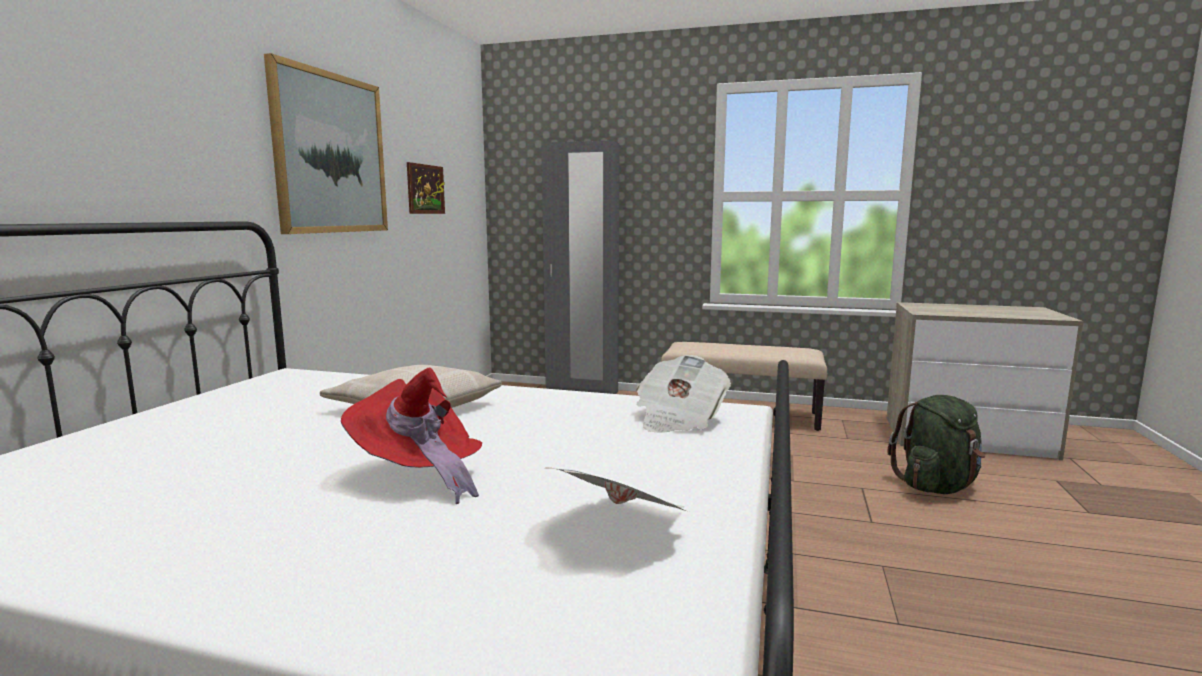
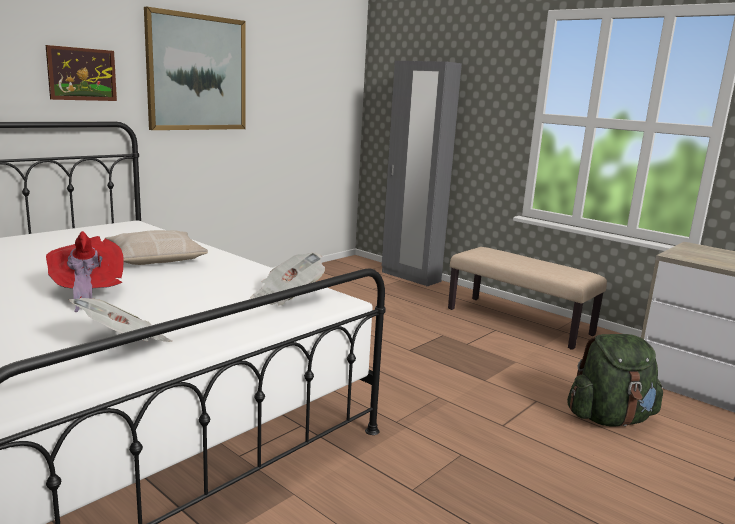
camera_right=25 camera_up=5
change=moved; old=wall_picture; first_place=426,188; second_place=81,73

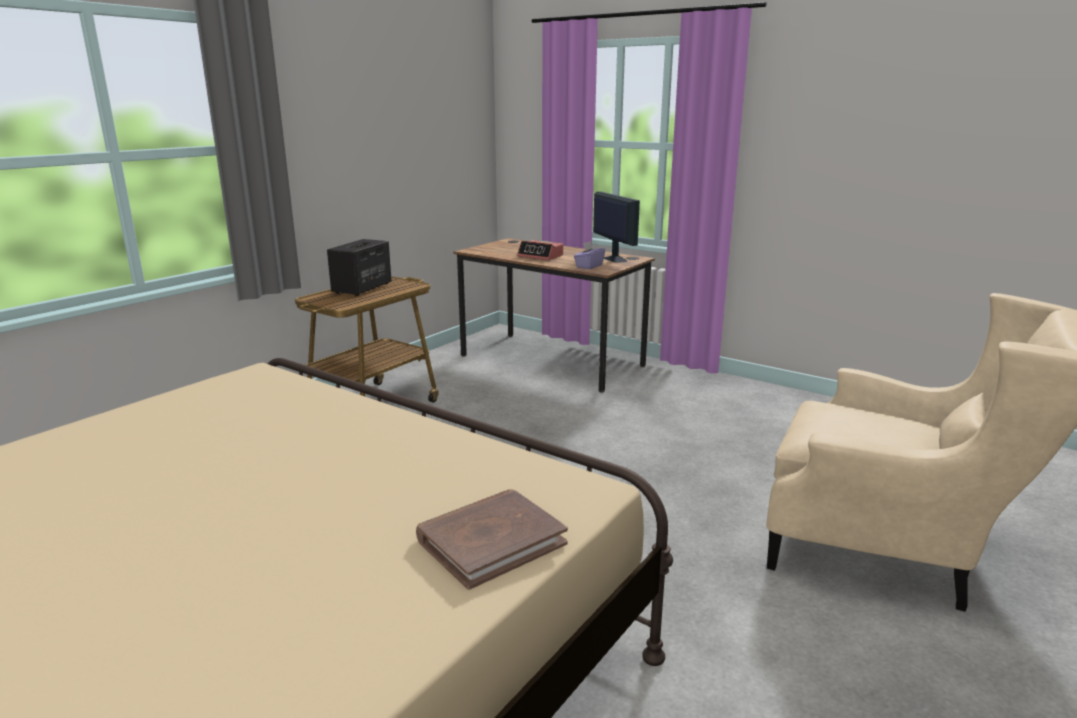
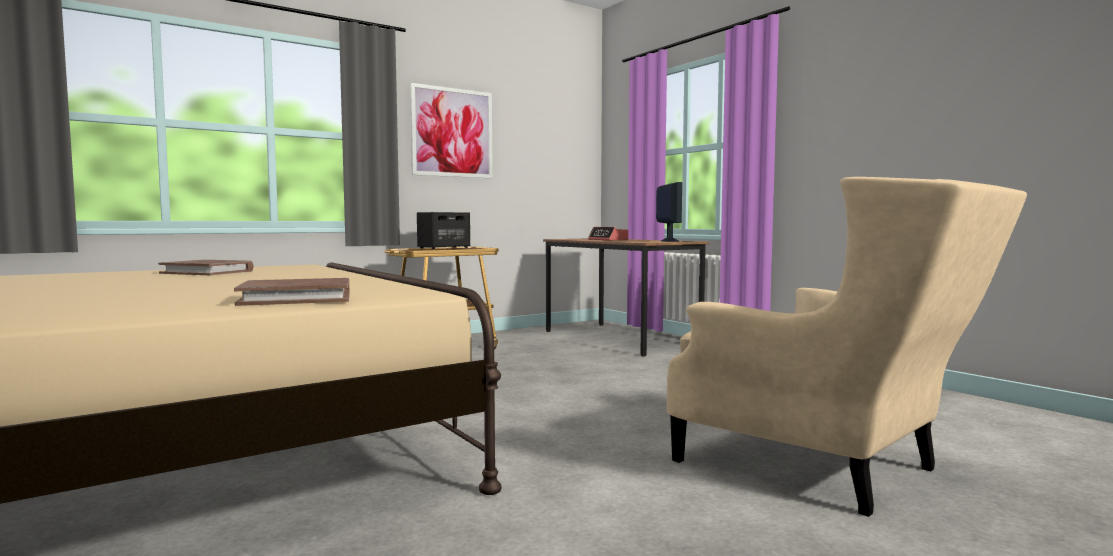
camera_right=20 camera_up=-15
change=added; new=brownish_volume; second_place=206,267
change=added; new=wall_picture; second_place=451,130
change=removed; old=purple_tissue_holder; first_place=589,255

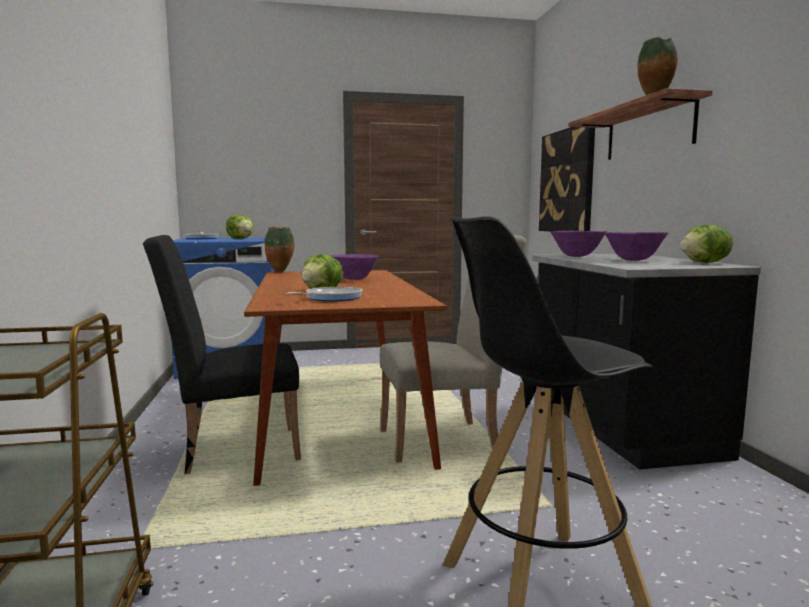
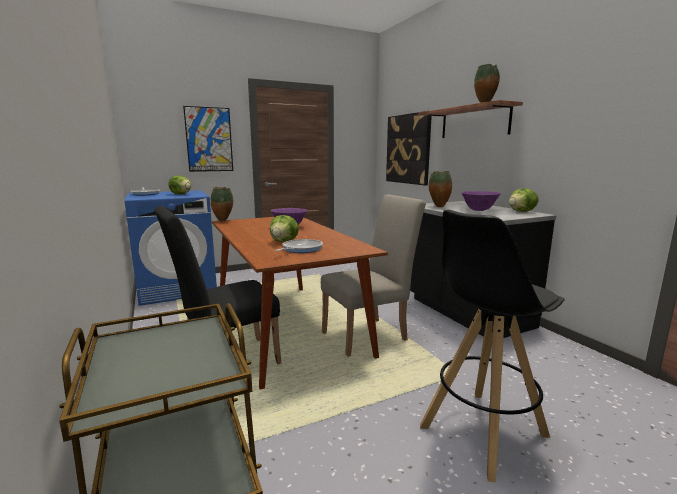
camera_right=-15 camera_up=5
change=added; new=wall_picture; second_place=208,139
change=replaced; old=purple_serving_bowl; new=flower_vase; first_place=578,244; second_place=440,189

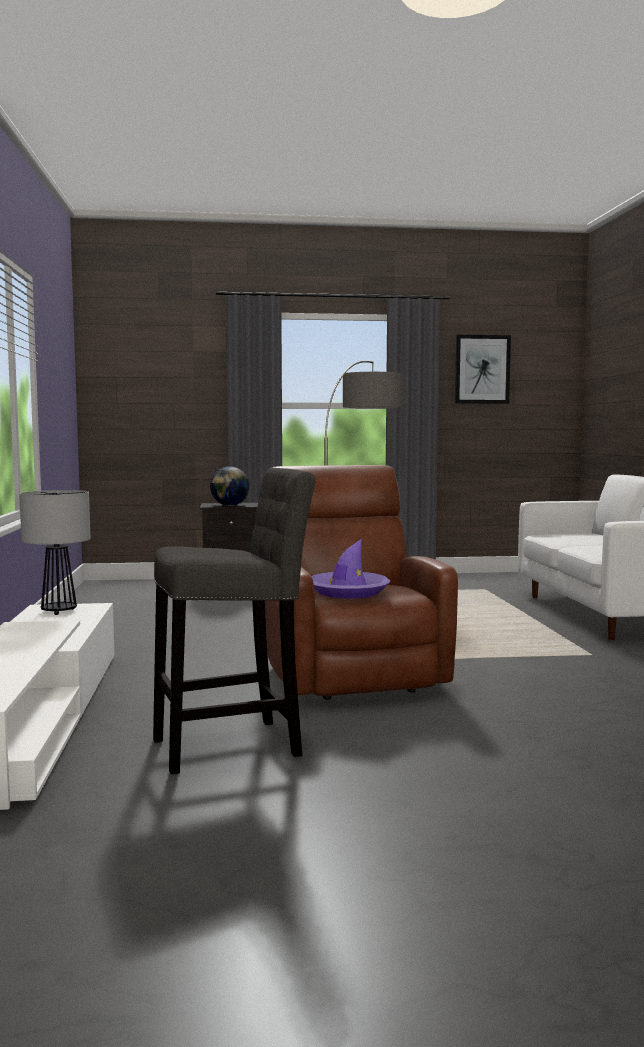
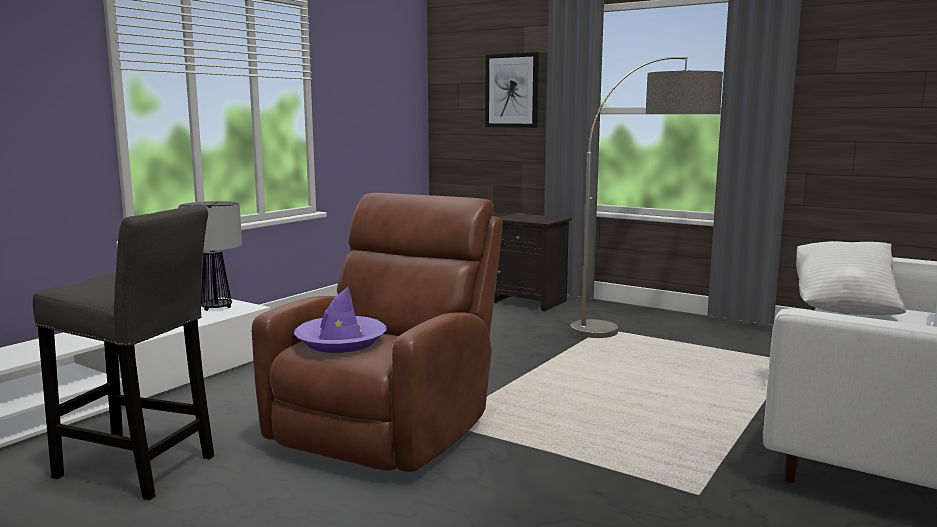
camera_right=40 camera_up=5
change=moved; old=wall_picture; first_place=483,369; second_place=512,90
change=added; new=white-coloured_throw_pillow; second_place=851,278
change=removed; old=world_globe; first_place=230,486

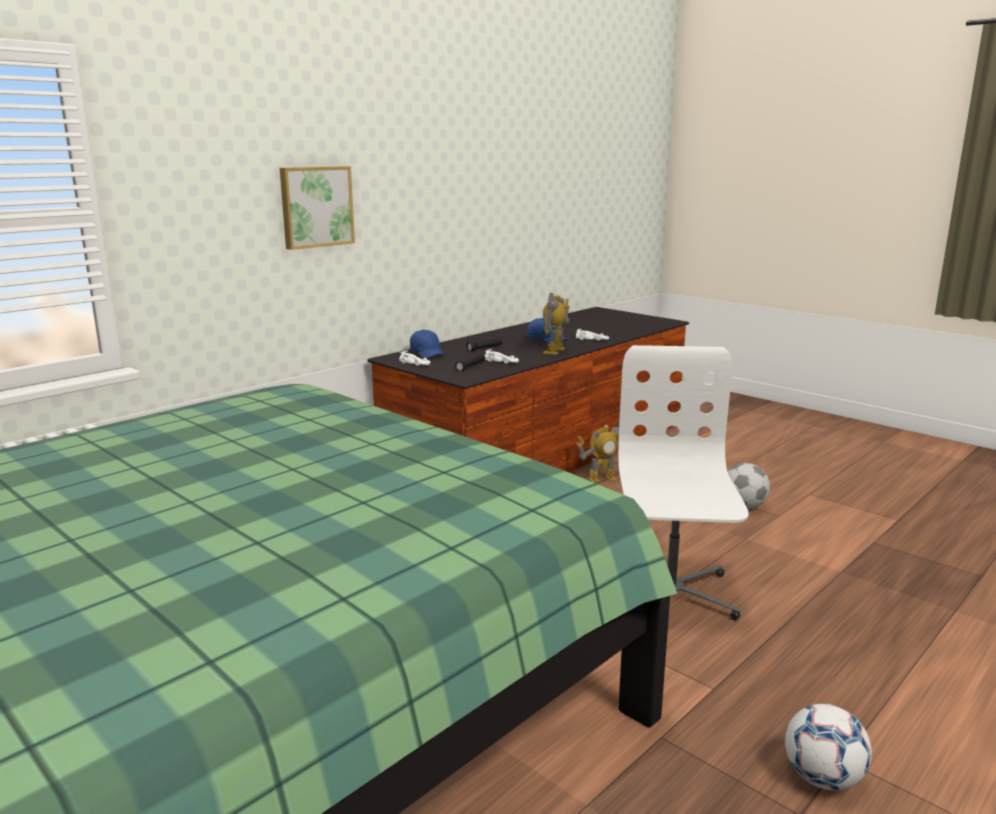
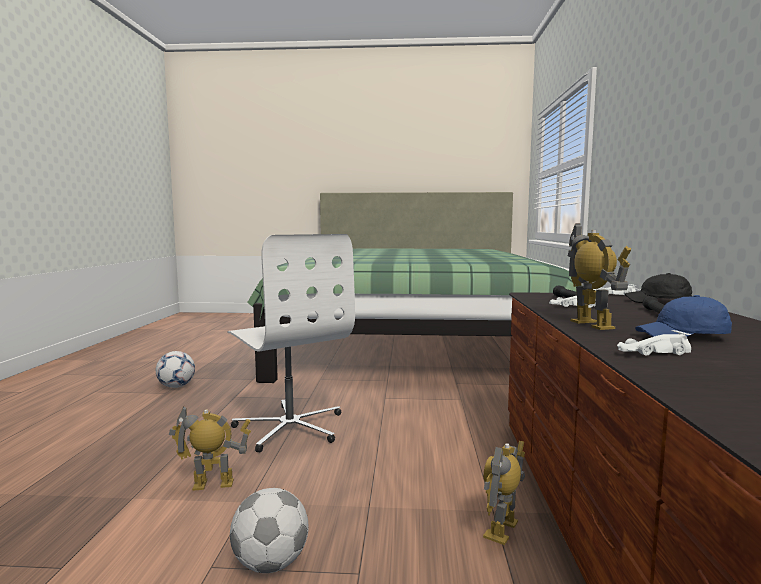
camera_right=140 camera_up=-10
change=added; new=robot_figure; second_place=210,448
change=recoloured; old=blue_peaked_cap; new=black-coloured_peaked_cap; first_place=427,344; second_place=659,288
change=removed; old=wall_picture; first_place=317,208

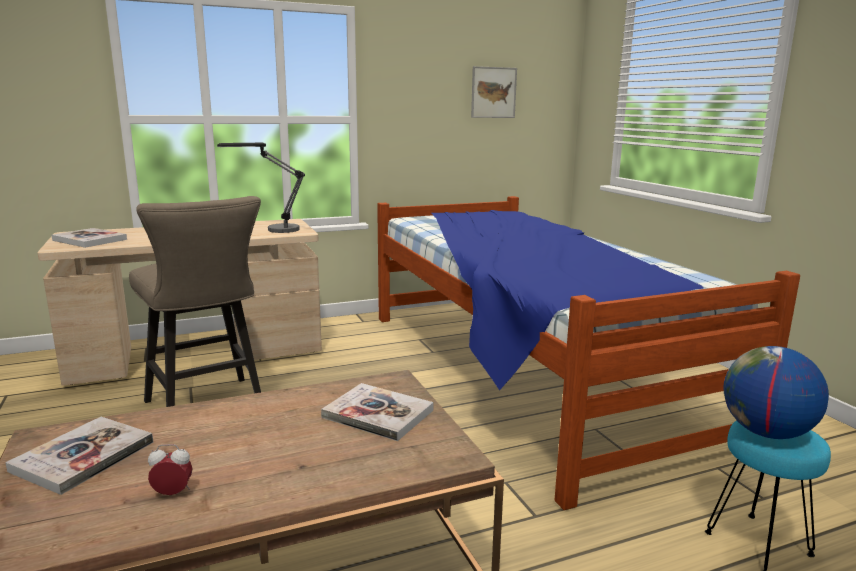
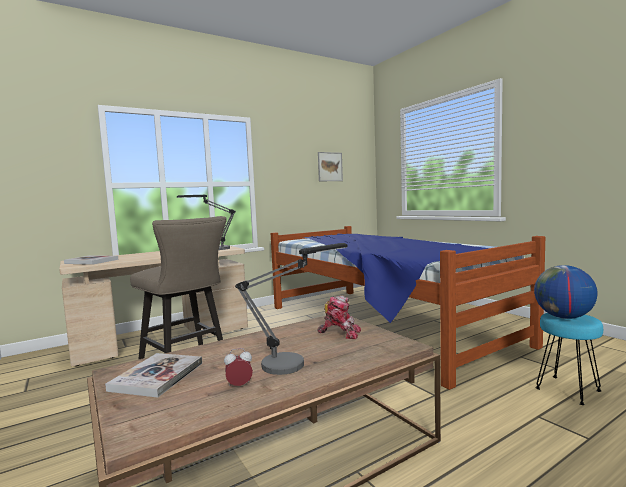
camera_right=-10 camera_up=-10
change=added; new=tabletop_lamp; second_place=291,309
change=replaced; old=volume; new=robot_figure; first_place=377,412; second_place=339,317

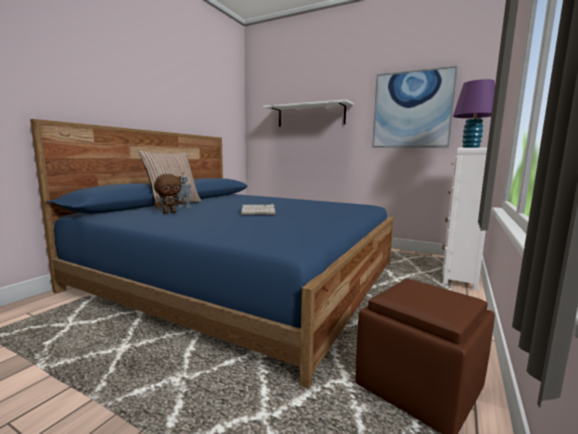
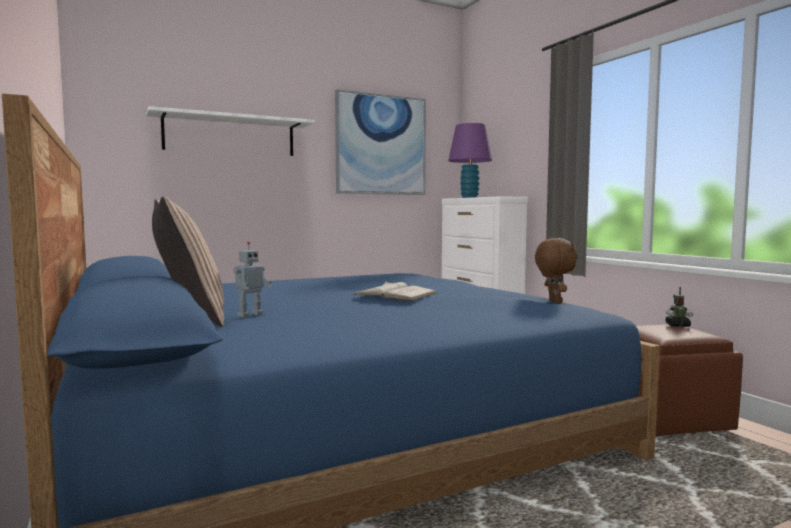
camera_right=-55 camera_up=-5
change=moved; old=brownish_plush_toy; first_place=168,194; second_place=556,270
change=added; new=robot_figure; second_place=679,307

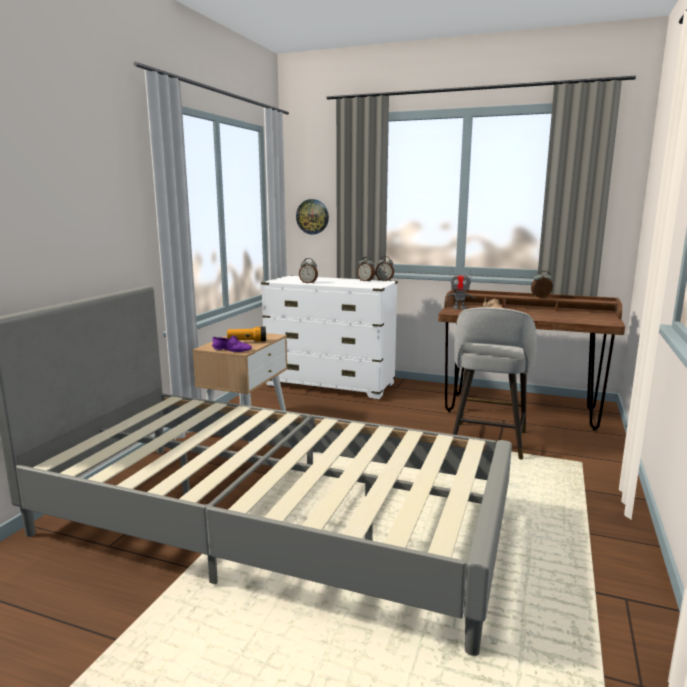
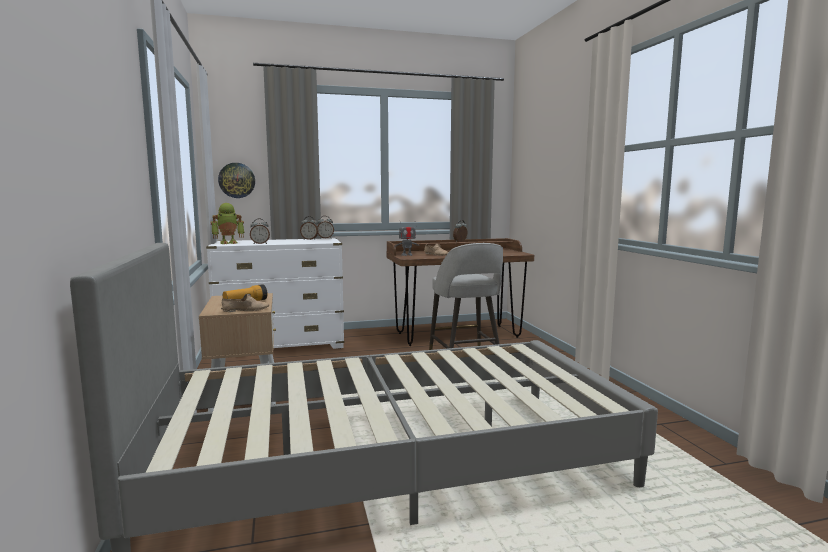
camera_right=-35 camera_up=-5
change=added; new=robot_figure; second_place=227,223
change=recoloured; old=purple_low_shoe; new=sand-coloured_low_shoe; first_place=232,343; second_place=245,303

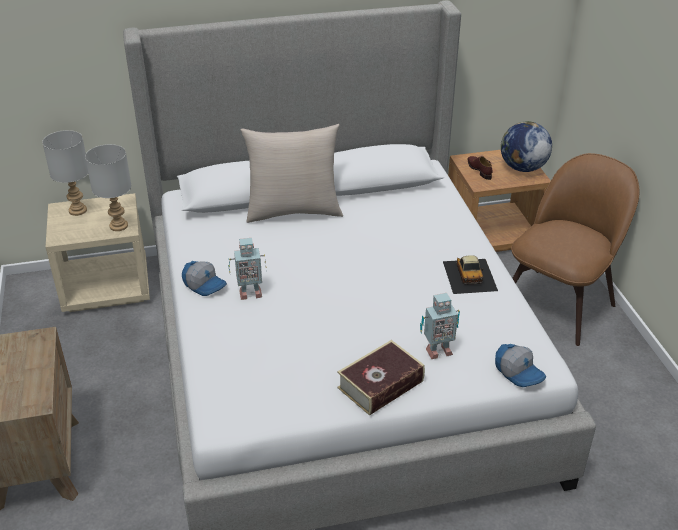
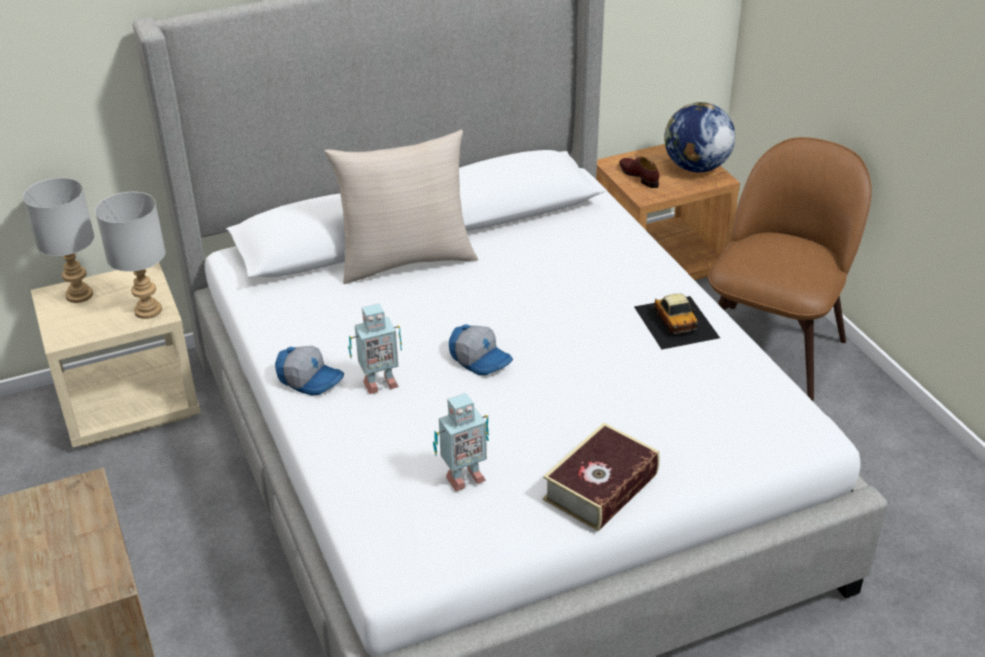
camera_right=-10 camera_up=0
change=moved; old=robot_figure; first_place=440,326; second_place=461,442
change=moved; old=peaked_cap; first_place=520,365; second_place=481,349

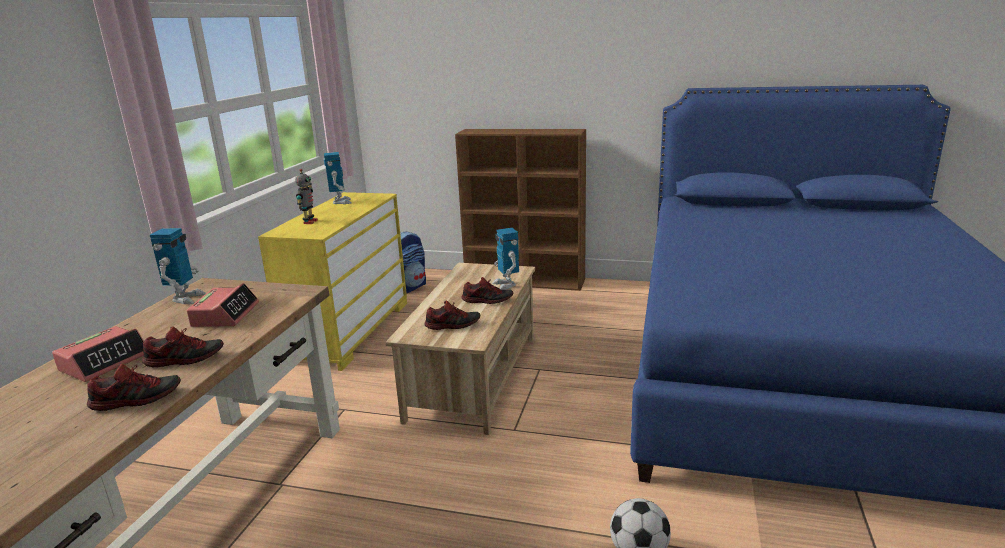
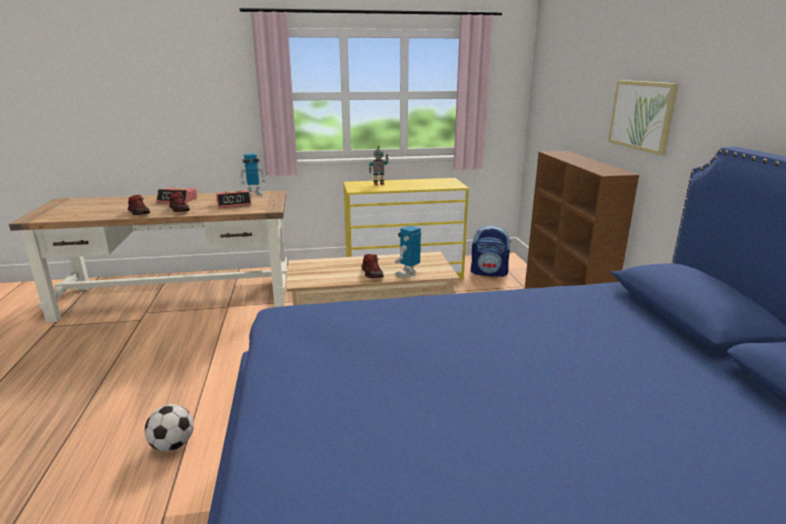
camera_right=65 camera_up=0
change=added; new=wall_picture; second_place=643,118
change=removed; old=robot_figure; first_place=337,178
change=removed; old=low_shoe; first_place=452,315

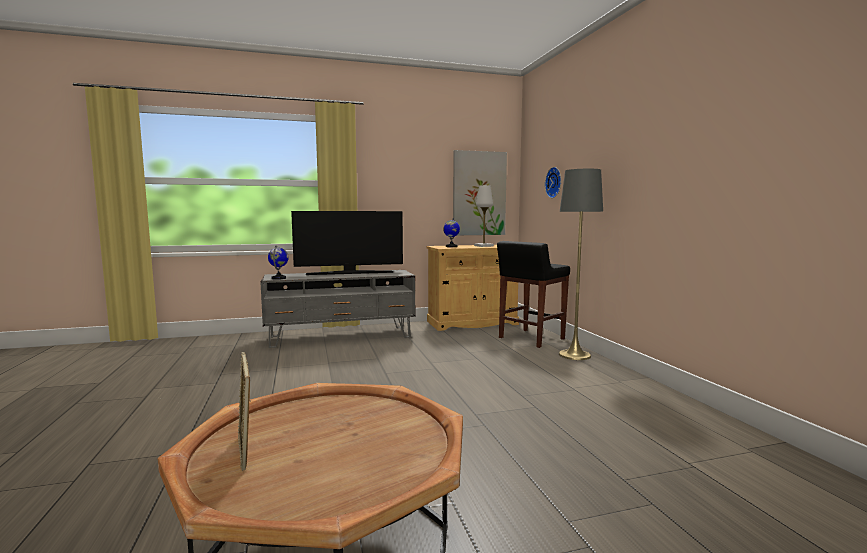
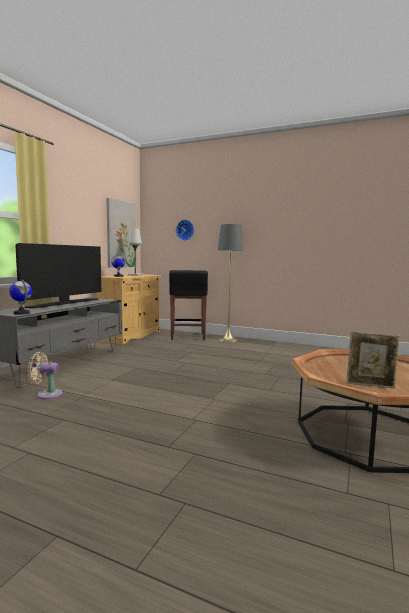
camera_right=-50 camera_up=0
change=added; new=sand-coloured_fan; second_place=44,375

